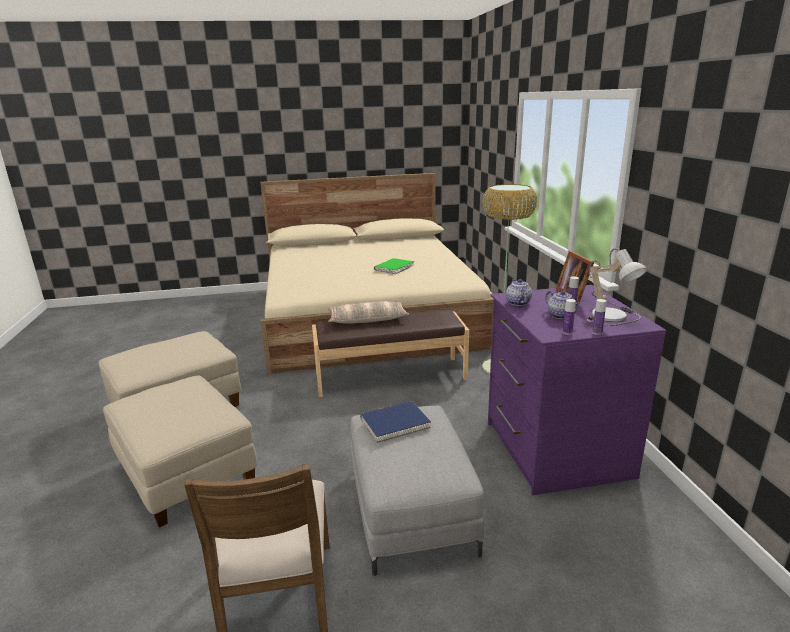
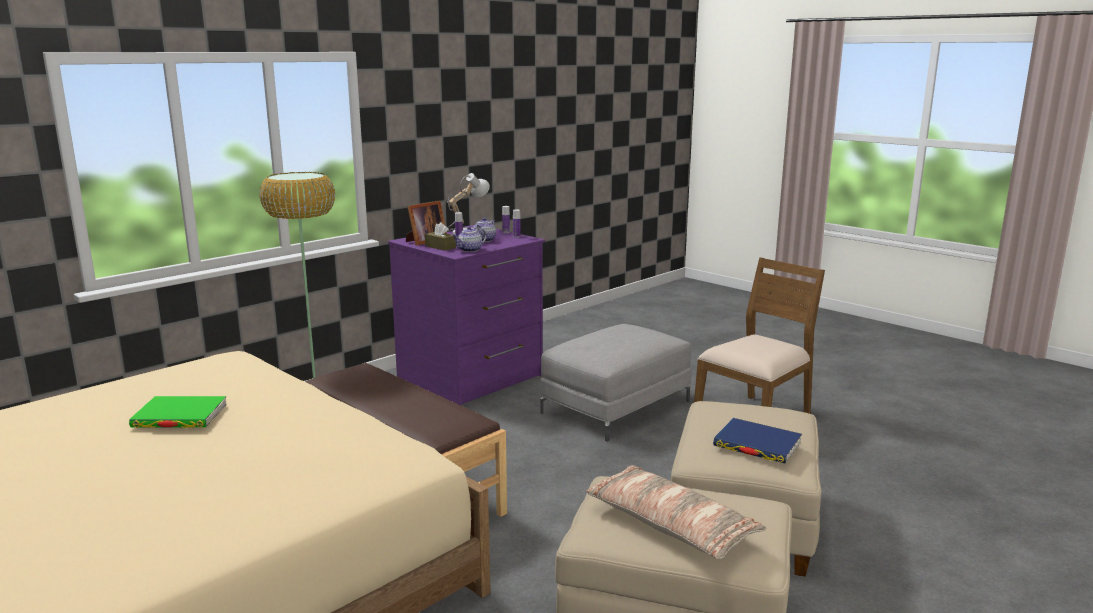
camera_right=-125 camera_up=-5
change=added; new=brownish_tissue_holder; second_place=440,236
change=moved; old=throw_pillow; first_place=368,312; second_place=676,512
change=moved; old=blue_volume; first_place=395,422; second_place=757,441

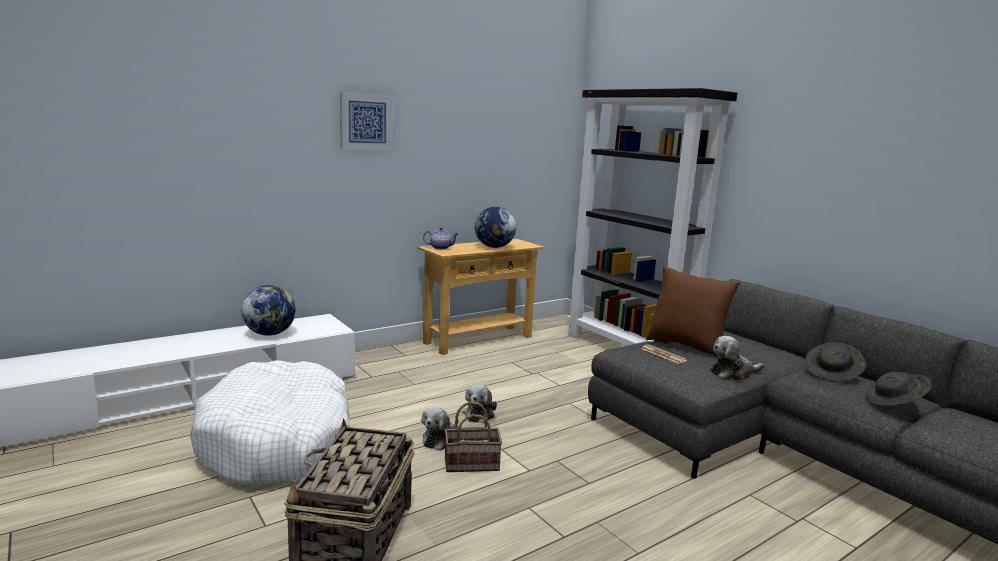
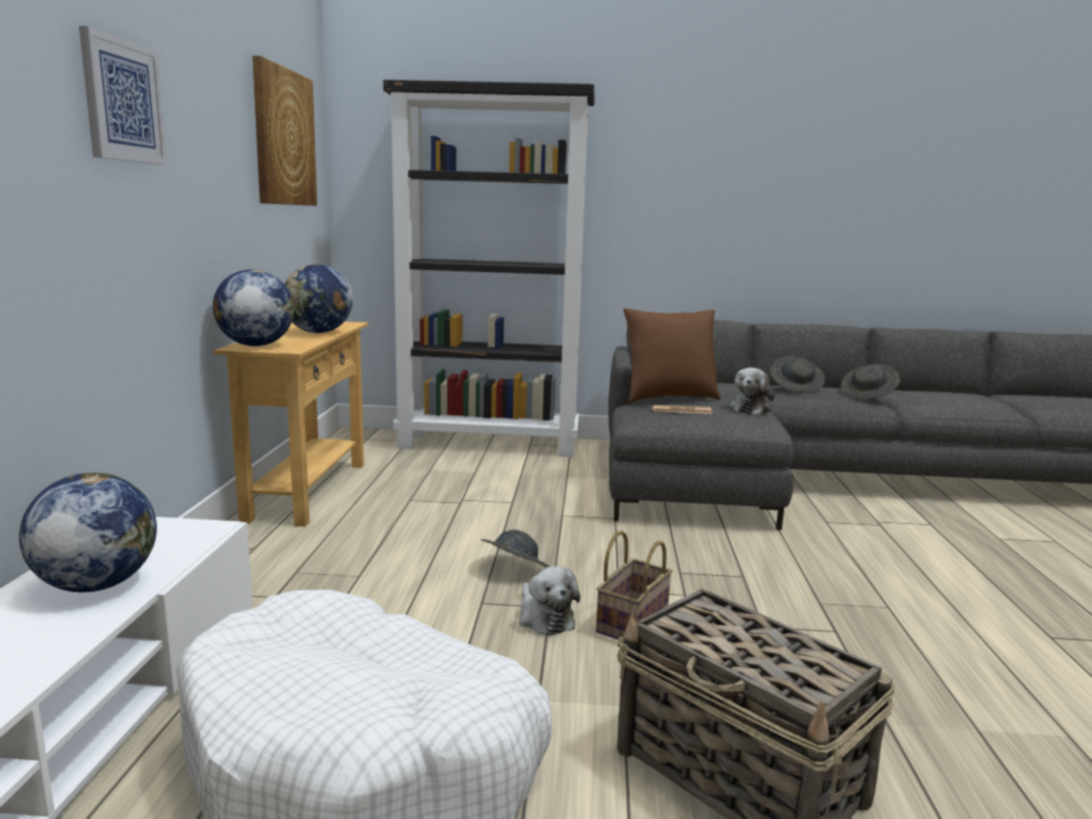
camera_right=-50 camera_up=0
change=replaced; old=tea_pot; new=world_globe; first_place=441,238; second_place=253,307
change=added; new=wall_picture; second_place=284,131
change=replaced; old=plush_toy; new=gray_clothing_hat; first_place=480,404; second_place=515,548

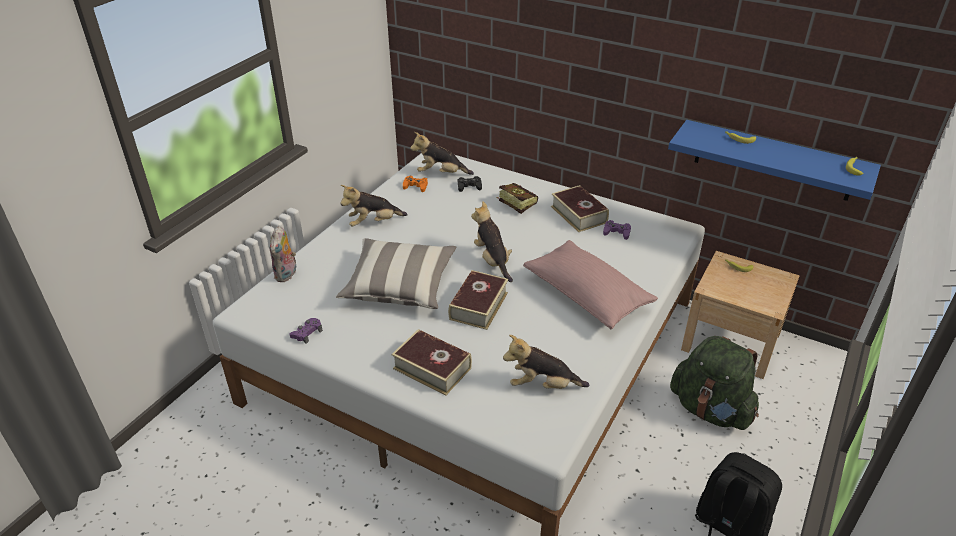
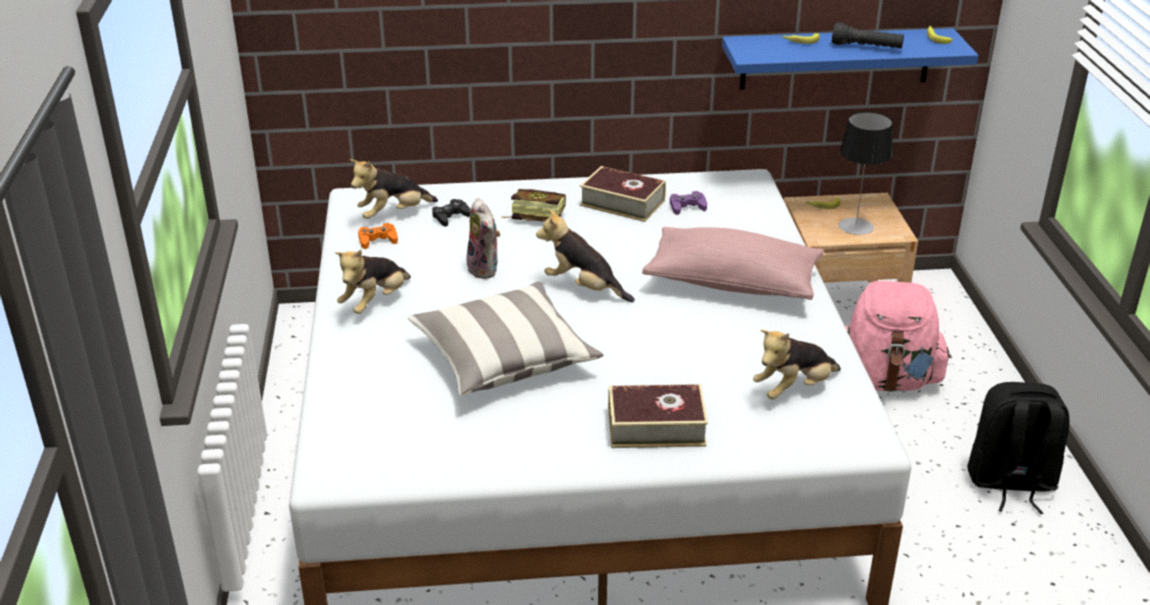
camera_right=-35 camera_up=-5
change=moved; old=plush_toy; first_place=283,254; second_place=483,238
change=added; new=black-coloured_flashlight; second_place=868,35
change=added; new=tabletop_lamp; second_place=866,173
change=recoloured; old=green-coloured_backpack; new=pinkish_backpack; first_place=714,383; second_place=898,336
change=removed; old=purple_game_controller; first_place=306,331
change=removed; old=volume; first_place=478,300

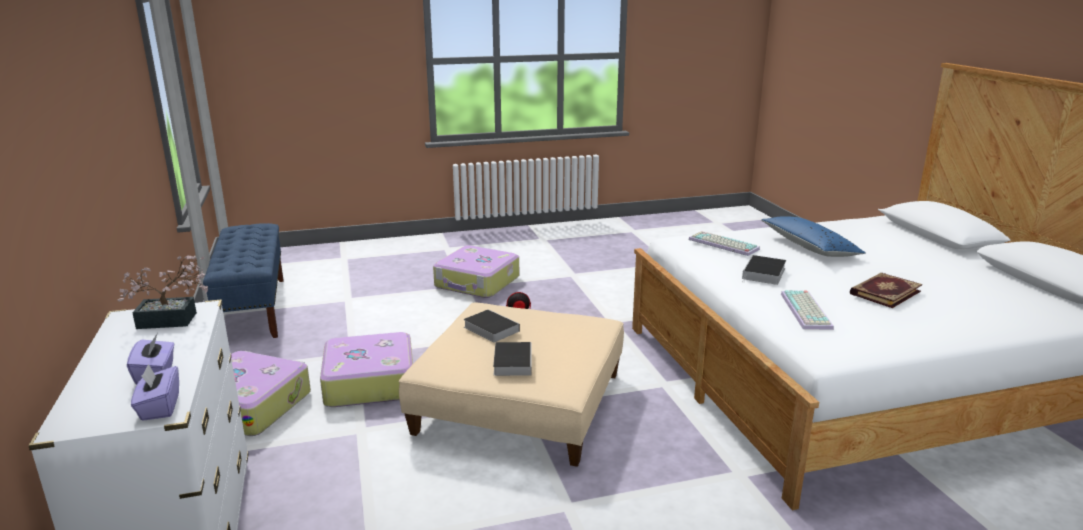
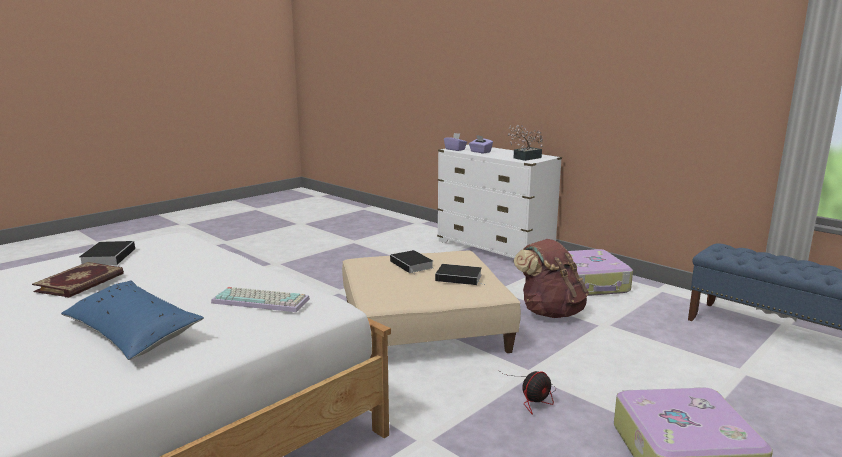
camera_right=150 camera_up=-5
change=moved; old=volume; first_place=764,270; second_place=107,253
change=replaced; old=suitcase; new=brownish_backpack; first_place=366,369; second_place=551,278
change=removed; old=keyboard; first_place=807,310

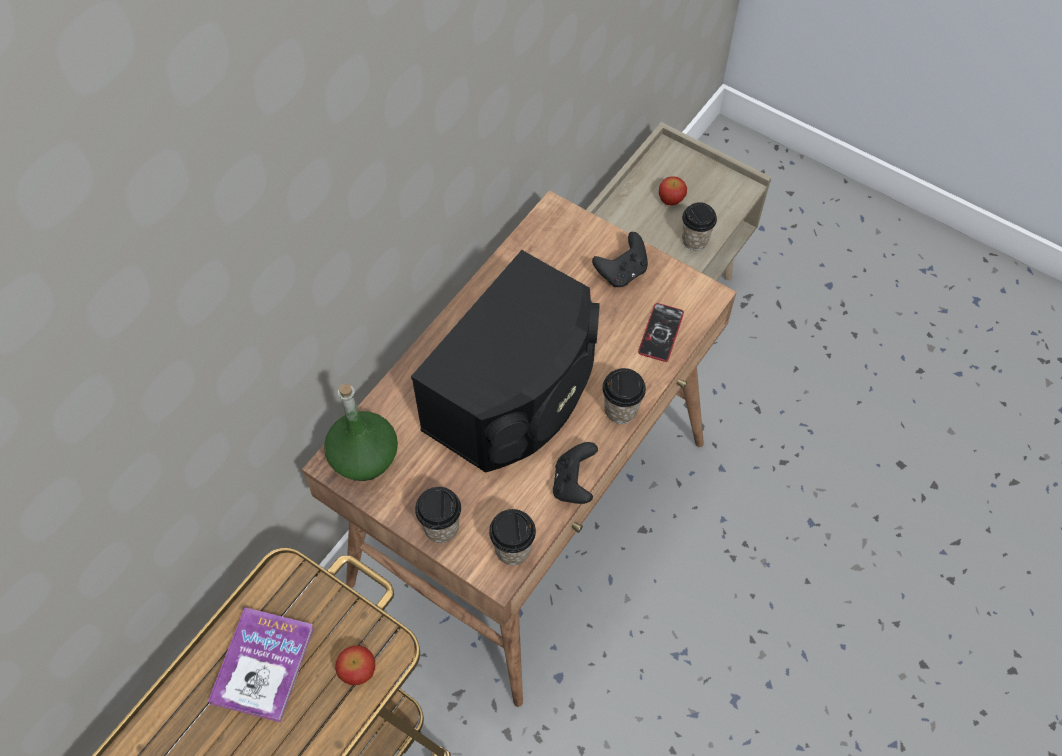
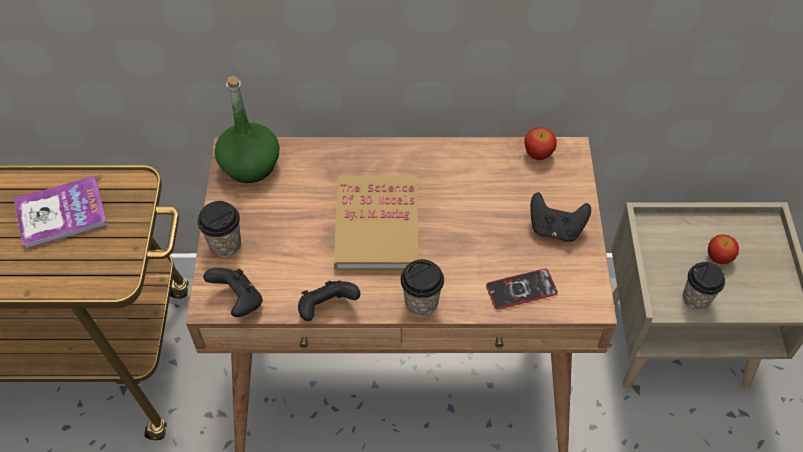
camera_right=55 camera_up=-5
change=replaced; old=small_cup; new=black-coloured_game_controller; first_place=512,537; second_place=233,292
change=replaced; old=black-coloured_audio_speaker; new=volume; first_place=505,361; second_place=376,222
change=moved; old=apple; first_place=355,665; second_place=541,143

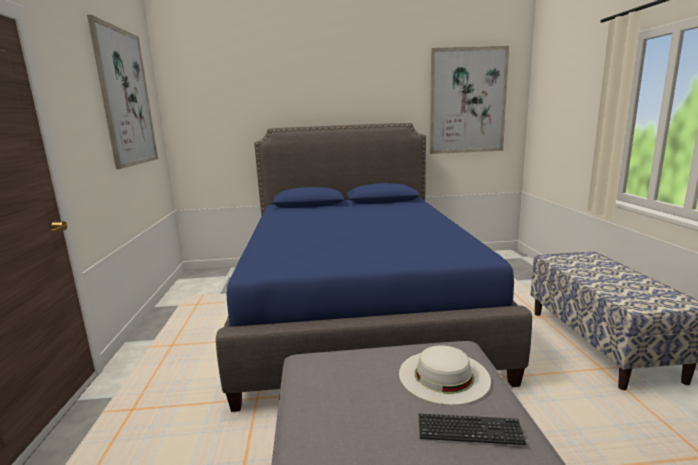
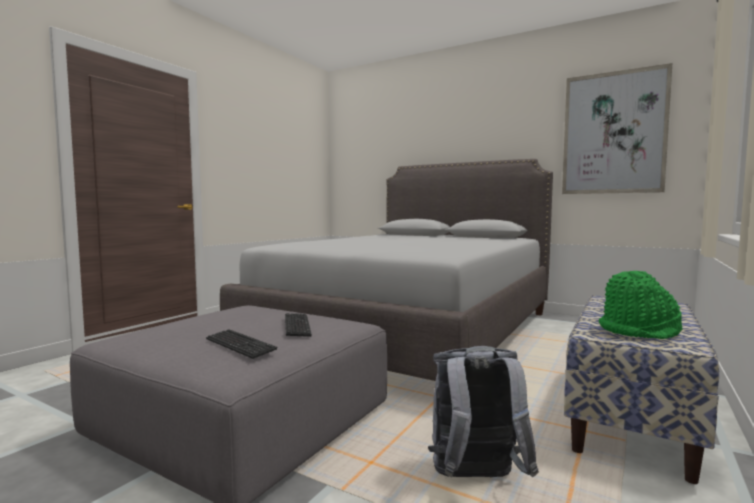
camera_right=35 camera_up=-10
change=recoloured; old=blue_bed; new=gray_bed; first_place=374,267; second_place=386,270
change=replaced; old=white-coloured_clothing_hat; new=keyboard; first_place=445,375; second_place=298,325
change=added; new=gray_backpack; second_place=483,412
change=added; new=green-coloured_clothing_hat; second_place=641,305
change=removed; old=wall_picture; first_place=122,92

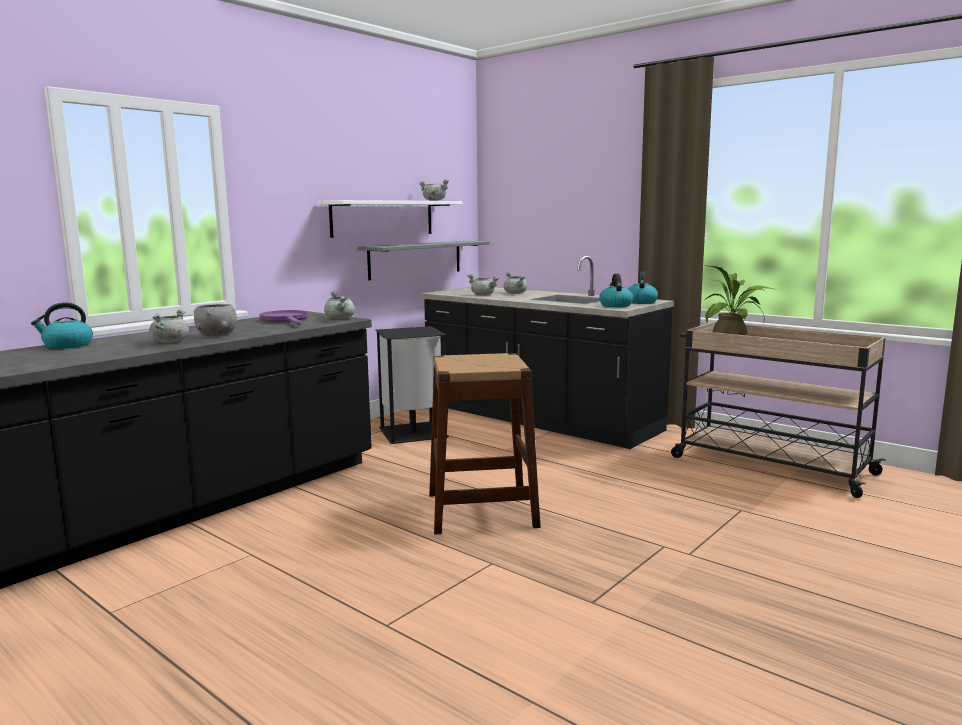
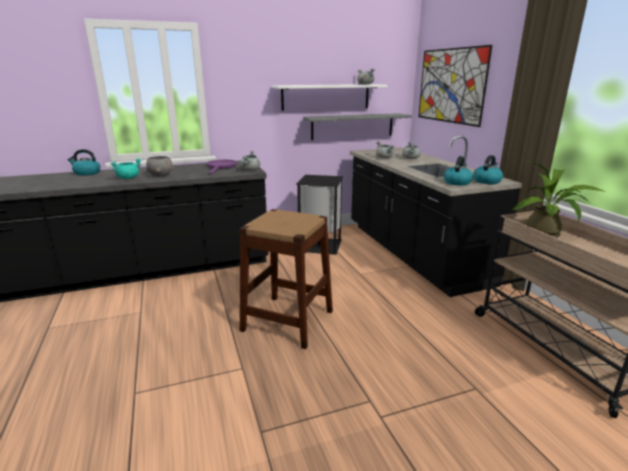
camera_right=30 camera_up=10
change=recoloured; old=gray_saucepot; new=blue-green_saucepot; first_place=169,326; second_place=126,169
change=added; new=wall_picture; second_place=455,86

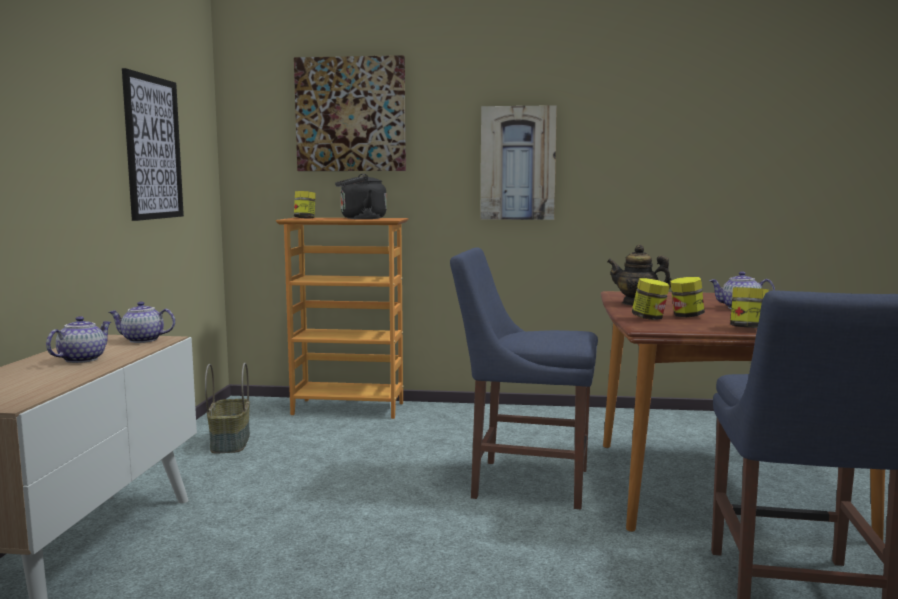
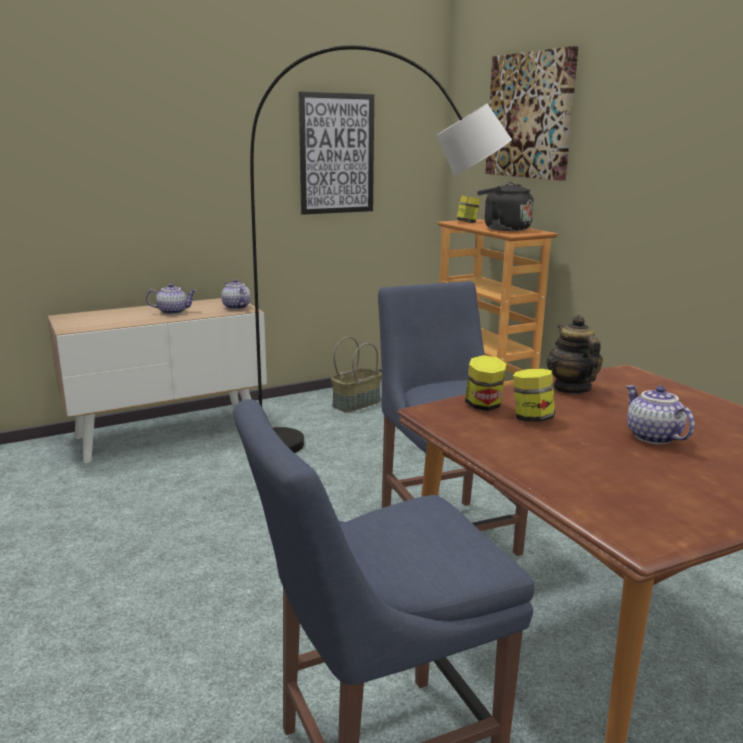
camera_right=55 camera_up=10
change=added; new=gray_floor_lamp; second_place=381,249
change=removed; old=wall_picture; first_place=519,162
change=removed; old=preserve_jar; first_place=749,307

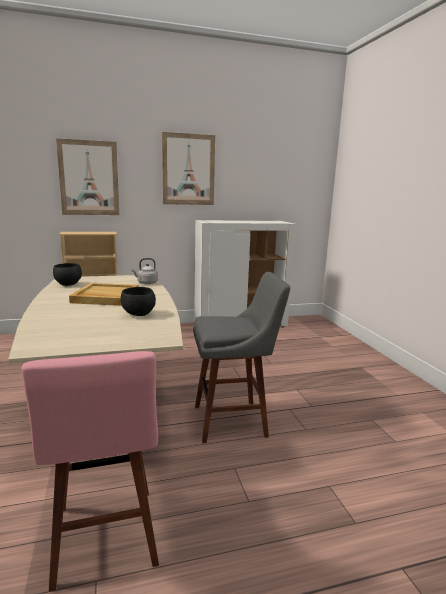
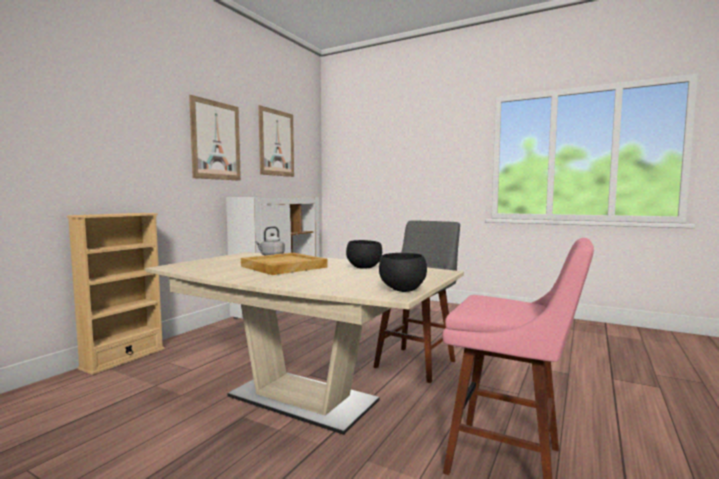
camera_right=-45 camera_up=-10
change=moved; old=wall_picture; first_place=87,176; second_place=276,141
change=moved; old=black-coloured_serving_bowl; first_place=67,274; second_place=403,272

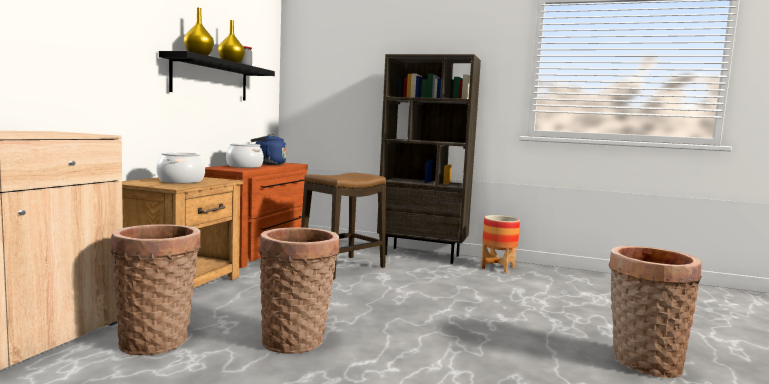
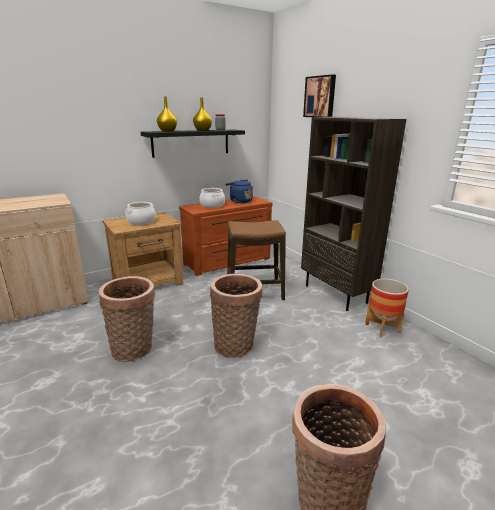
camera_right=40 camera_up=15
change=moved; old=household_basket; first_place=156,289; second_place=236,316
change=added; new=wall_picture; second_place=319,95

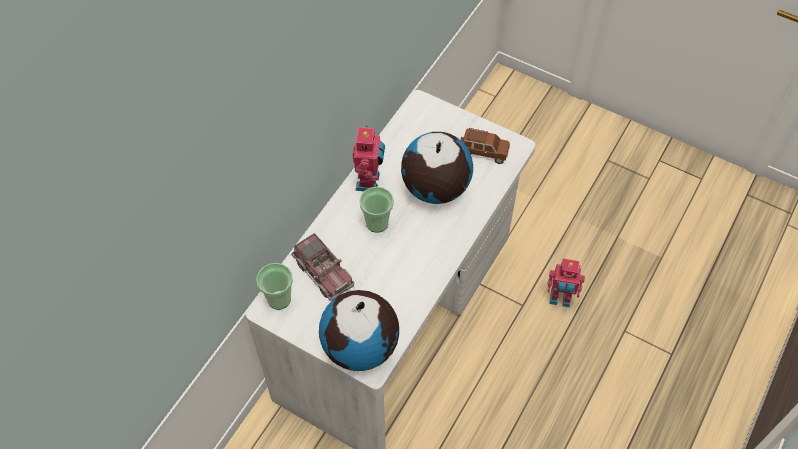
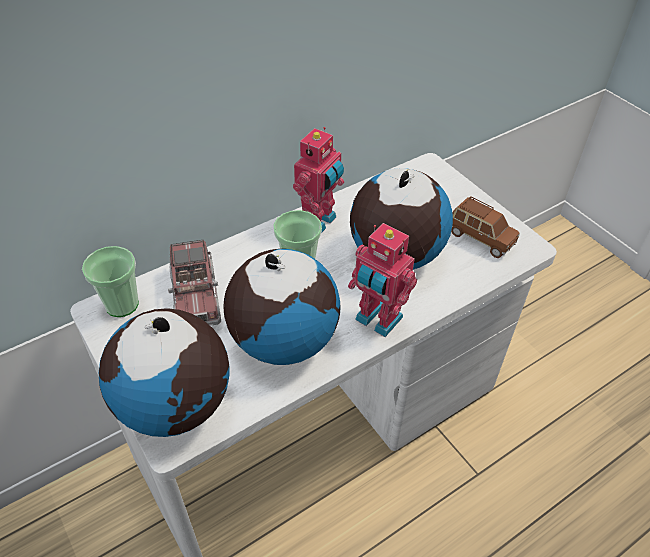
camera_right=25 camera_up=-10
change=added; new=world_globe; second_place=282,307
change=moved; old=robot_figure; first_place=566,282; second_place=382,280

